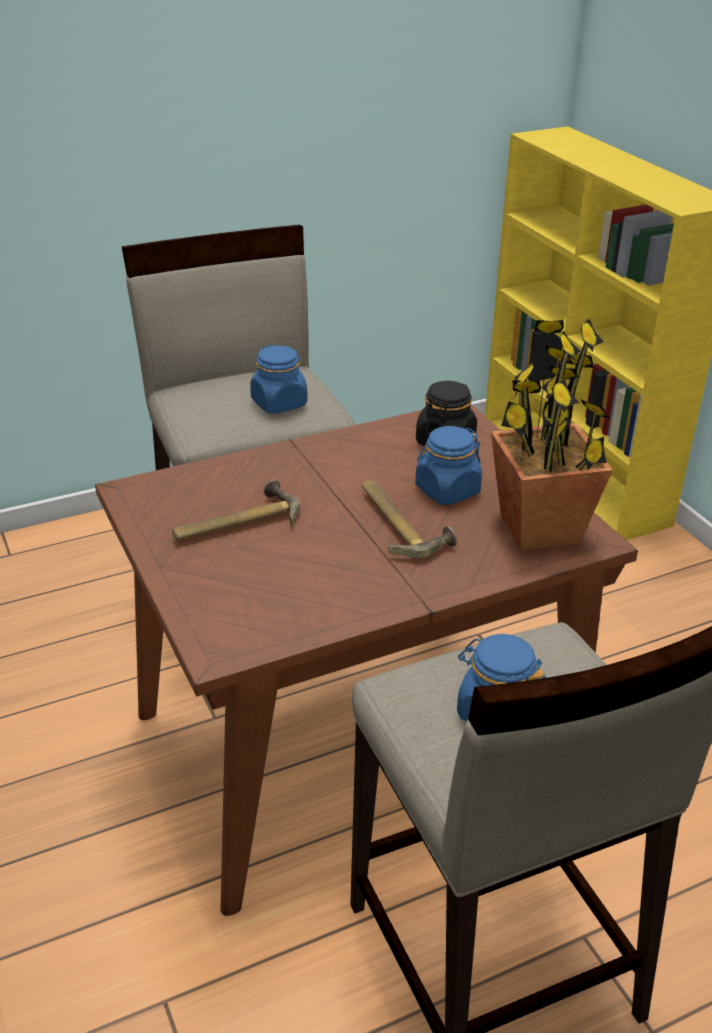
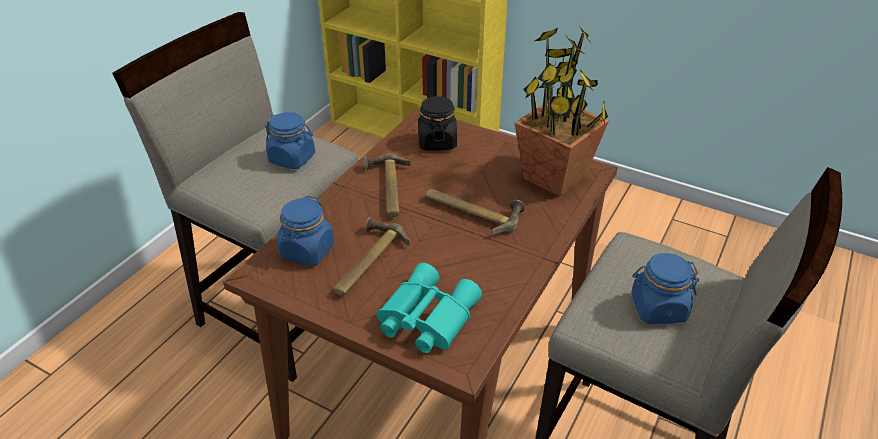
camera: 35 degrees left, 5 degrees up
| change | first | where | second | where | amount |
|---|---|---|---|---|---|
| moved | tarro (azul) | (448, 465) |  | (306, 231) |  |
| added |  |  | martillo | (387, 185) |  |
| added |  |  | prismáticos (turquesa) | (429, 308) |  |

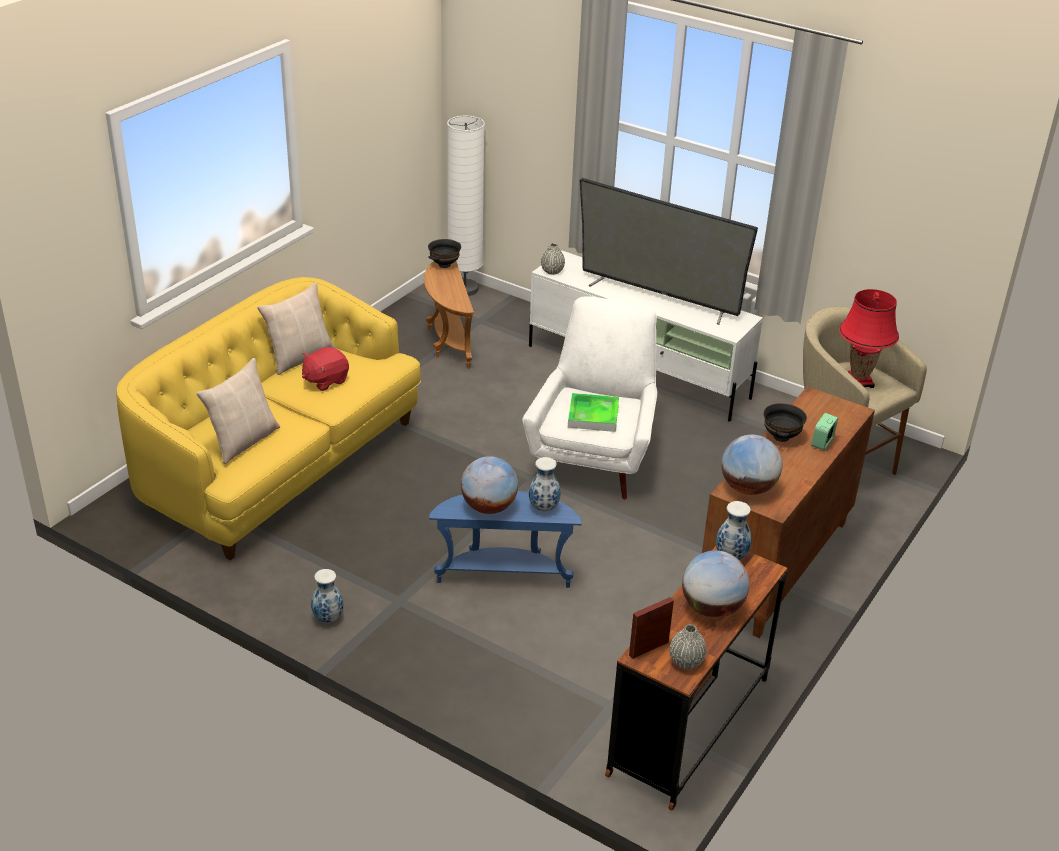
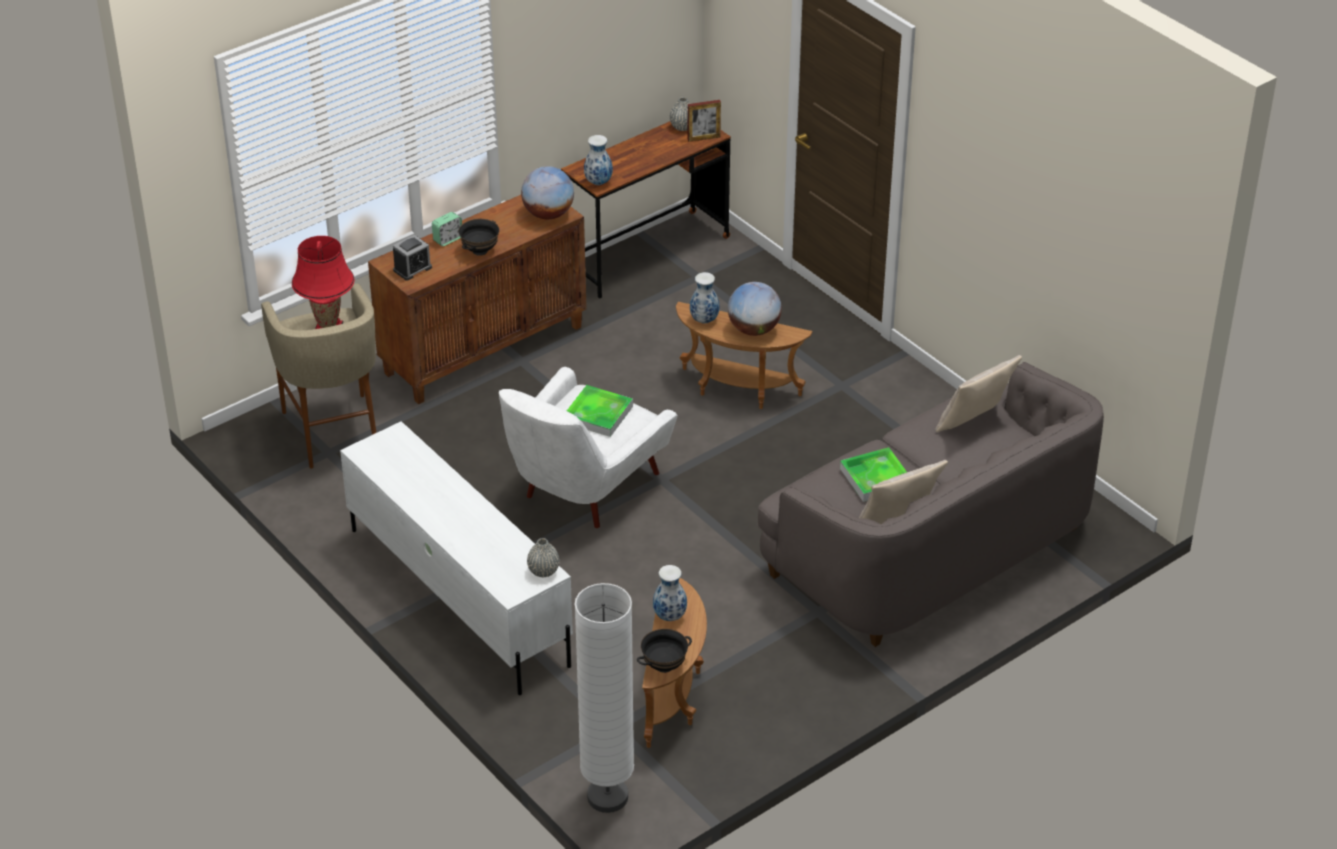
camera: 160 degrees left, 5 degrees up
| change | first | where | second | where | amount |
|---|---|---|---|---|---|
| added |  |  | despertador | (412, 258) |  |
| moved | florero | (327, 595) |  | (670, 593) |  |
| recoloured | mesa auxiliar (azul) | (505, 539) | mesa auxiliar (marrón) | (744, 355) |  |
| recoloured | sofá (amarillo) | (268, 419) | sofá (gris) | (930, 504) |  |
| replaced | peluche (rojo) | (325, 369) | bandeja | (873, 474) |  |
| removed | televisor | (669, 251) |  |  |  |
| removed | globo terráqueo | (715, 584) |  |  |  |

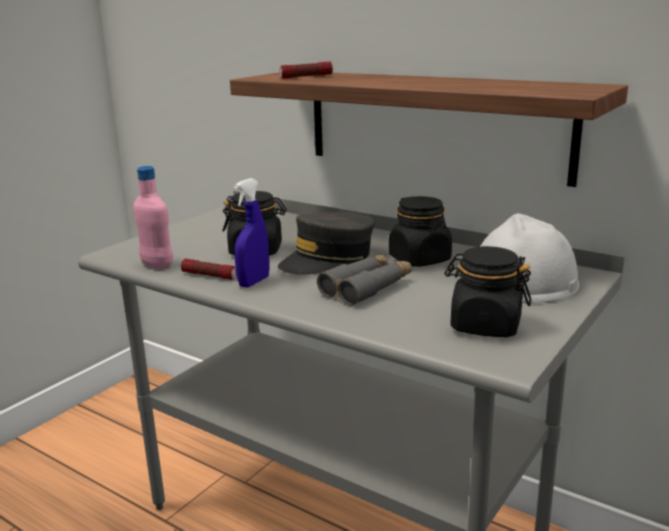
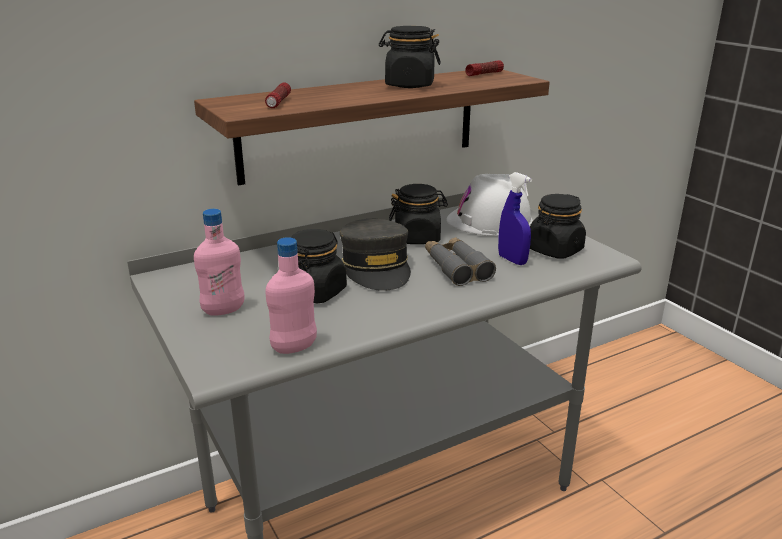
camera: 65 degrees left, 5 degrees up
| change | first | where | second | where | amount |
|---|---|---|---|---|---|
| added |  |  | botella (rosa) | (219, 262) |  |
| added |  |  | tarro (negro) | (410, 57) |  |
| moved | linterna | (208, 269) |  | (484, 68) |  |
| moved | pulverizador (azul) | (252, 232) |  | (515, 218) |  |

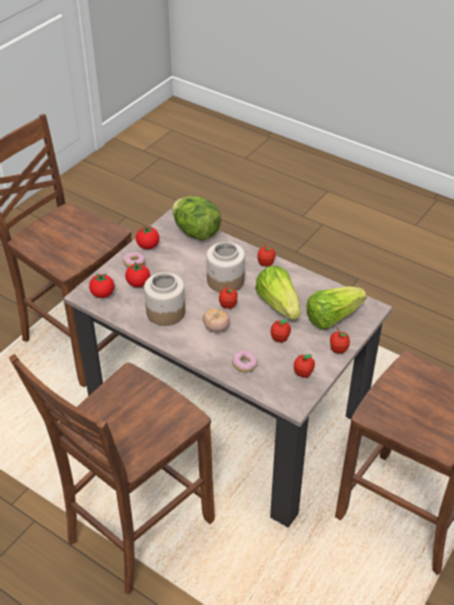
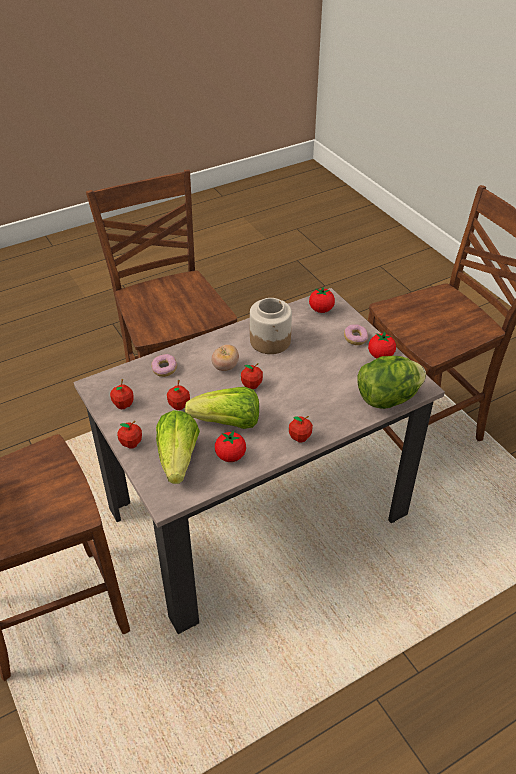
camera: 115 degrees right, 0 degrees up
| change | first | where | second | where | amount |
|---|---|---|---|---|---|
| moved | tomate | (137, 274) |  | (230, 446) |  |
| removed | tarro | (225, 267) |  |  |  |

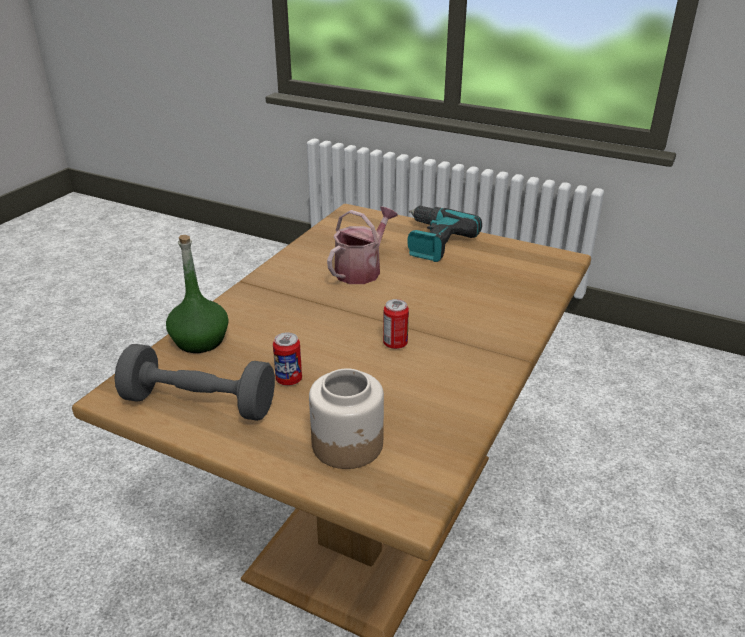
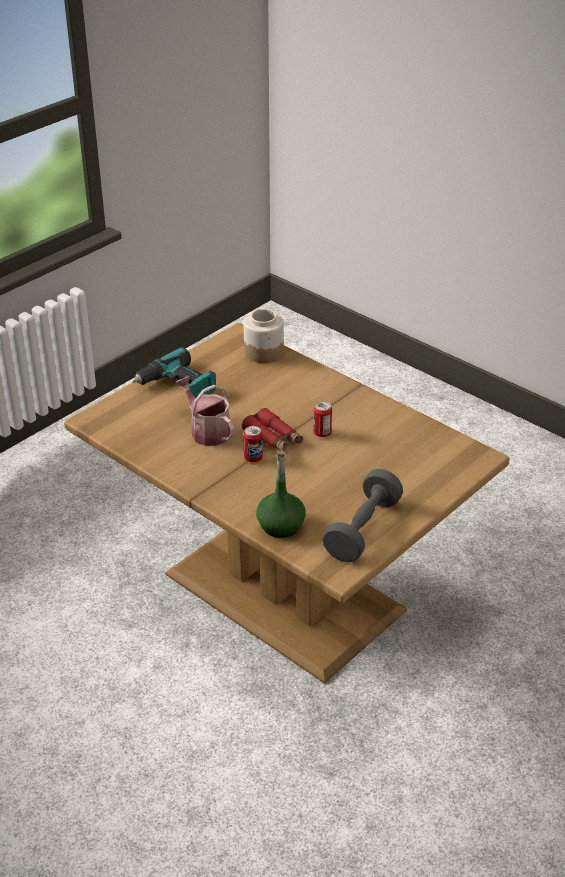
camera: 75 degrees left, 5 degrees up
| change | first | where | second | where | amount |
|---|---|---|---|---|---|
| added |  |  | prismáticos (rojo) | (272, 429) |  |
| moved | lata | (287, 359) |  | (253, 444) |  |
| moved | tarro | (346, 418) |  | (264, 336) |  |

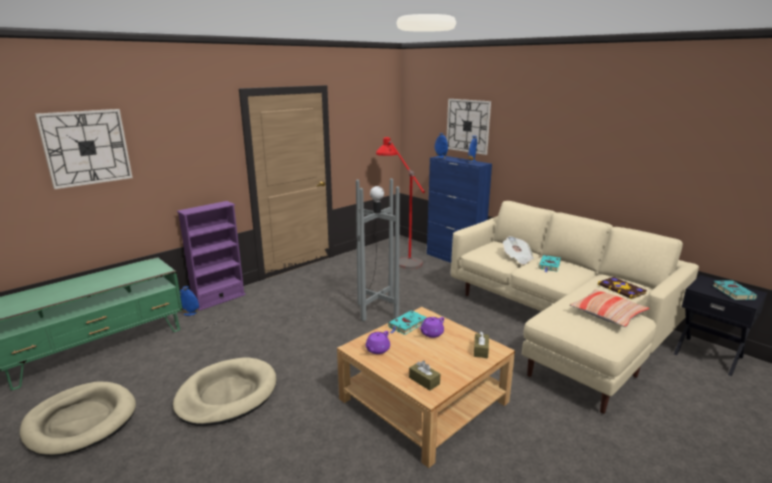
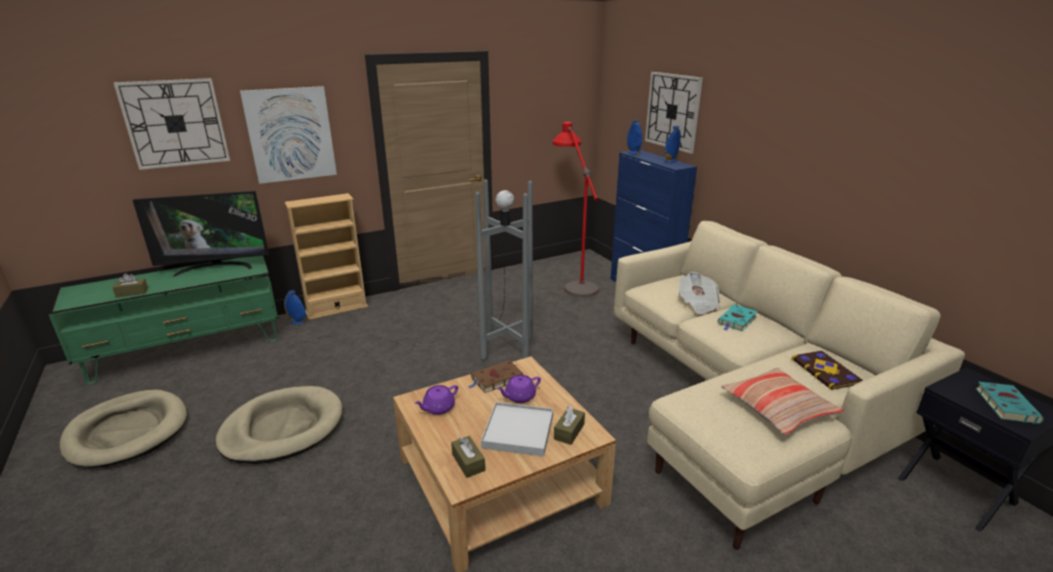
camera: 15 degrees right, 5 degrees up
| change | first | where | second | where | amount |
|---|---|---|---|---|---|
| added |  |  | caja de pañuelos (marrón) | (130, 285) |  |
| added |  |  | televisor | (201, 234) |  |
| added |  |  | cuadro | (288, 135) |  |
| recoloured | estantería (morado) | (211, 256) | estantería (beis) | (326, 256) |  |
| recoloured | libro (turquesa) | (407, 322) | libro (marrón) | (495, 376) |  |
| added |  |  | bandeja (blanco) | (517, 429) |  |

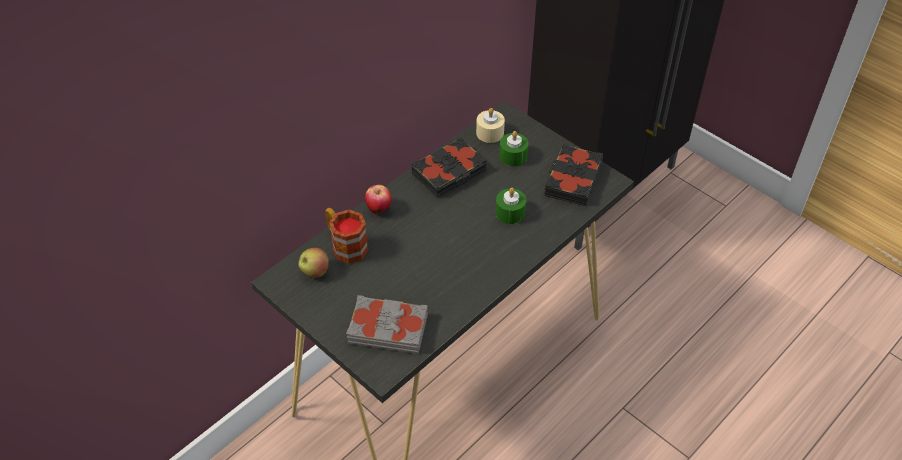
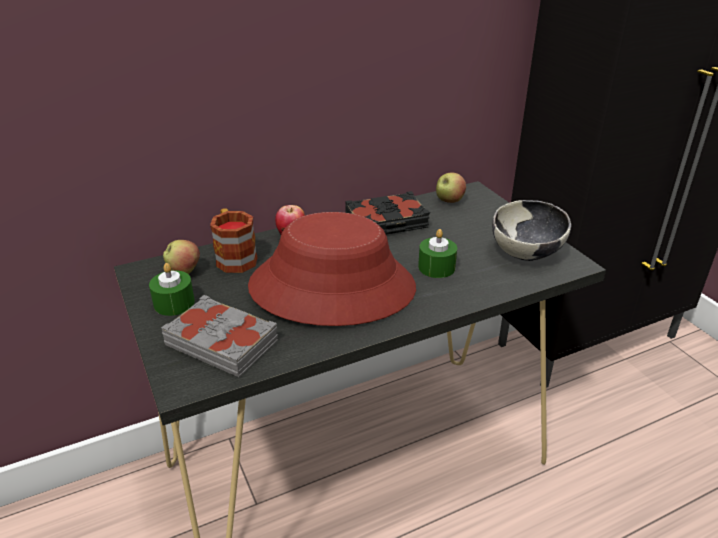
camera: 20 degrees right, 15 degrees down
| change | first | where | second | where | amount |
|---|---|---|---|---|---|
| moved | vela (verde) | (514, 148) |  | (172, 289) |  |
| added |  |  | sombrero (rojo) | (332, 269) |  |
| replaced | vela (beis) | (490, 125) | manzana | (451, 188) |  |
| replaced | libro (negro) | (573, 175) | cuenco | (531, 230) |  |

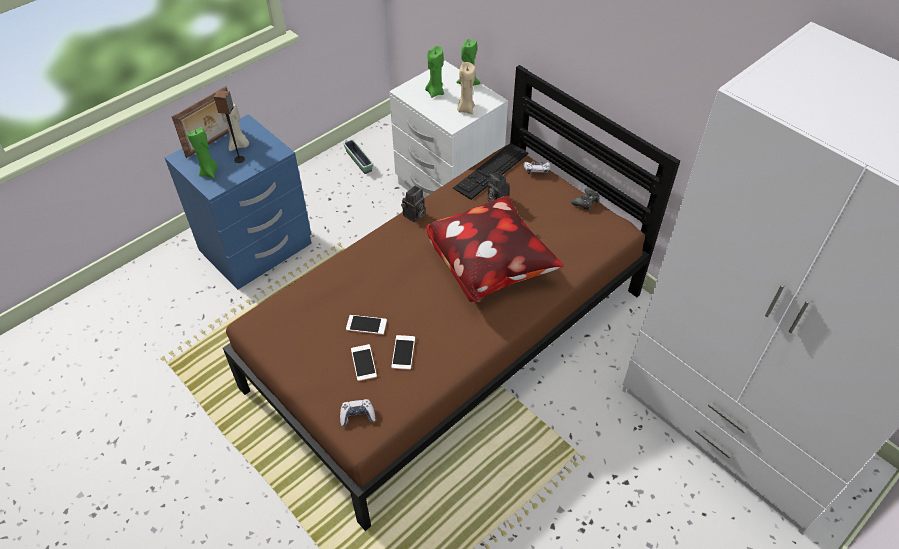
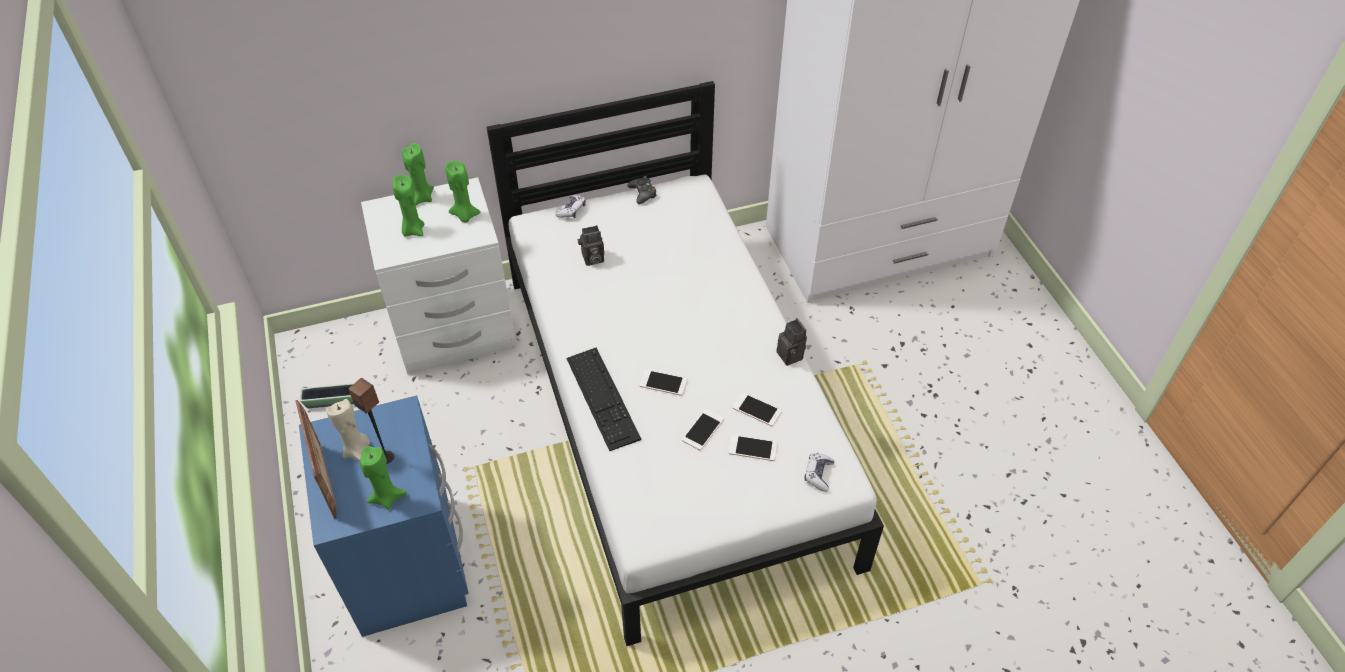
camera: 65 degrees left, 0 degrees up
| change | first | where | second | where | amount |
|---|---|---|---|---|---|
| recoloured | vela (beis) | (466, 88) | vela (verde) | (463, 191) |  |
| recoloured | cama (marrón) | (451, 298) | cama (blanco) | (685, 363) |  |
| moved | teclado | (491, 171) |  | (603, 399) |  |
| added |  |  | móvil | (663, 382) |  |
| moved | cámara | (413, 204) |  | (792, 342) |  |
| removed | cojín | (495, 249) |  |  |  |

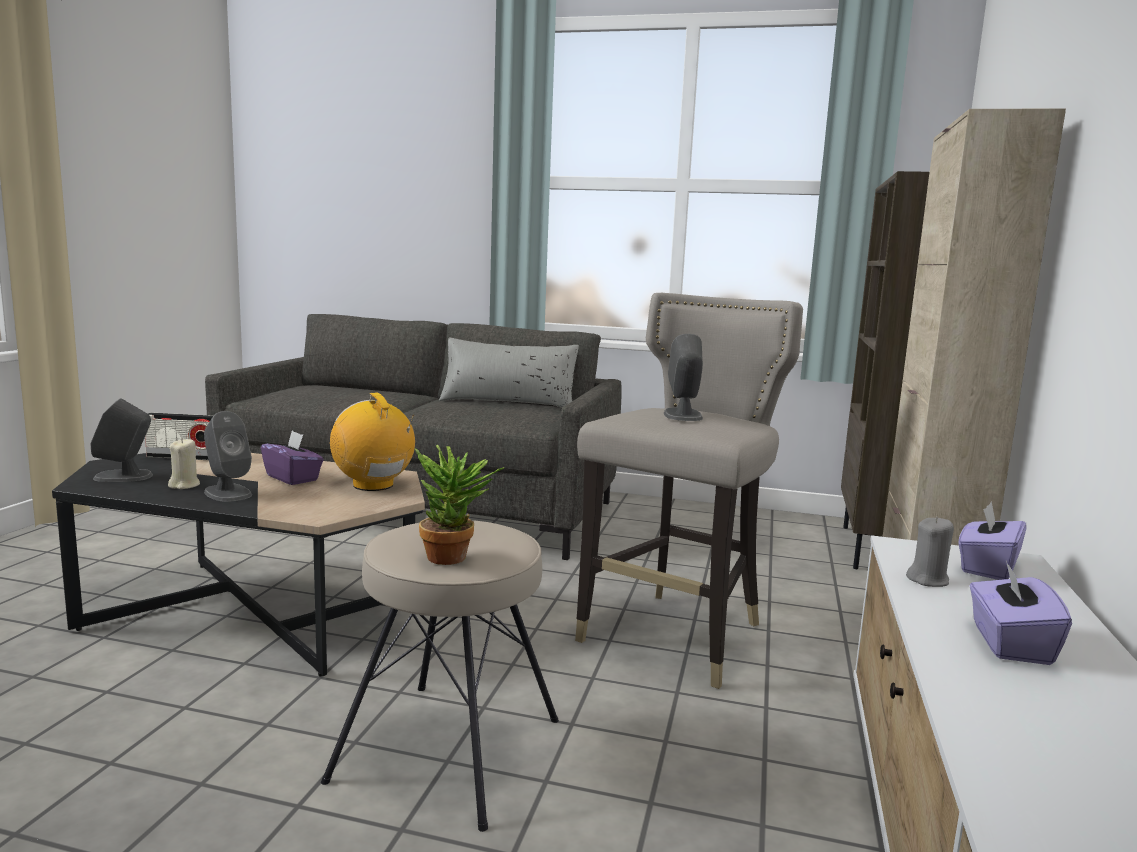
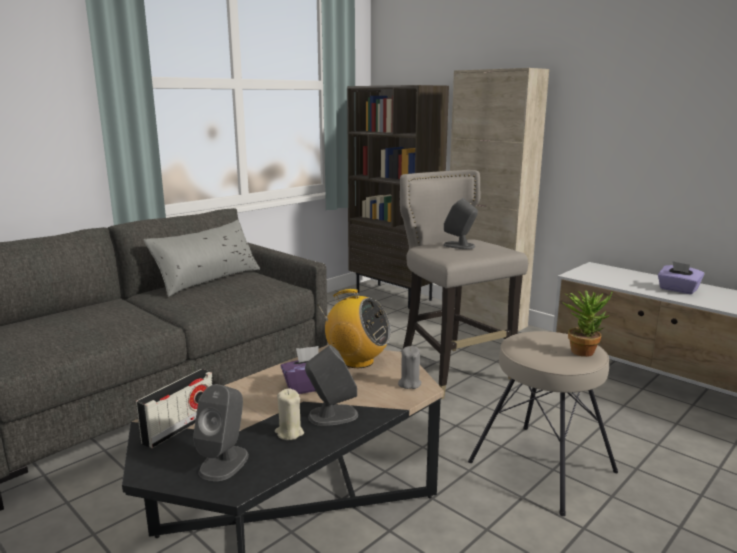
camera: 60 degrees left, 5 degrees up
| change | first | where | second | where | amount |
|---|---|---|---|---|---|
| turned | radio | (372, 442) |  | (354, 328) | 150 degrees counterclockwise |
| moved | vela (gris) | (930, 551) |  | (409, 367) |  |
| removed | caja de pañuelos (morado) | (992, 540) |  |  |  |

